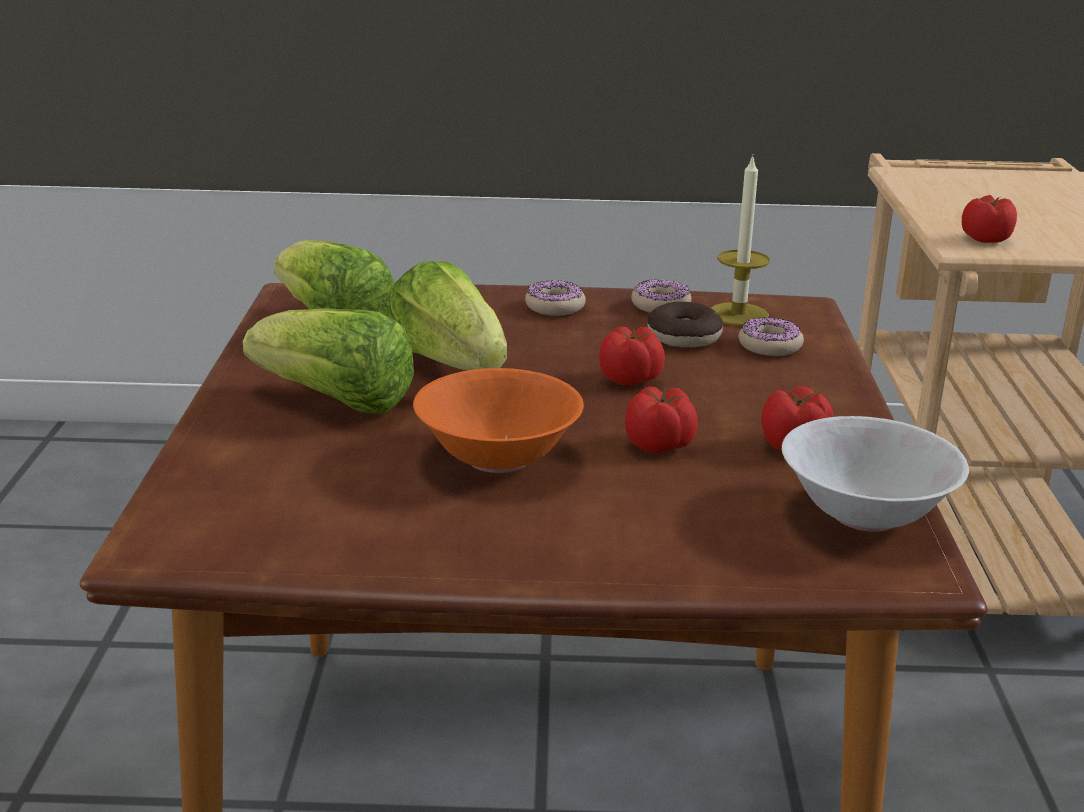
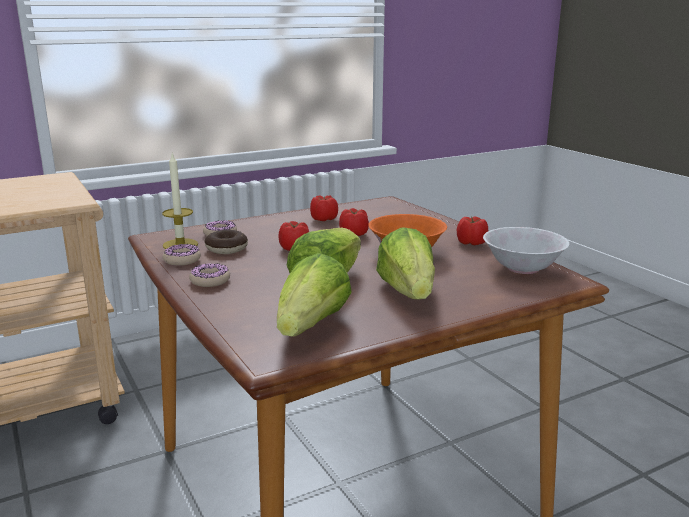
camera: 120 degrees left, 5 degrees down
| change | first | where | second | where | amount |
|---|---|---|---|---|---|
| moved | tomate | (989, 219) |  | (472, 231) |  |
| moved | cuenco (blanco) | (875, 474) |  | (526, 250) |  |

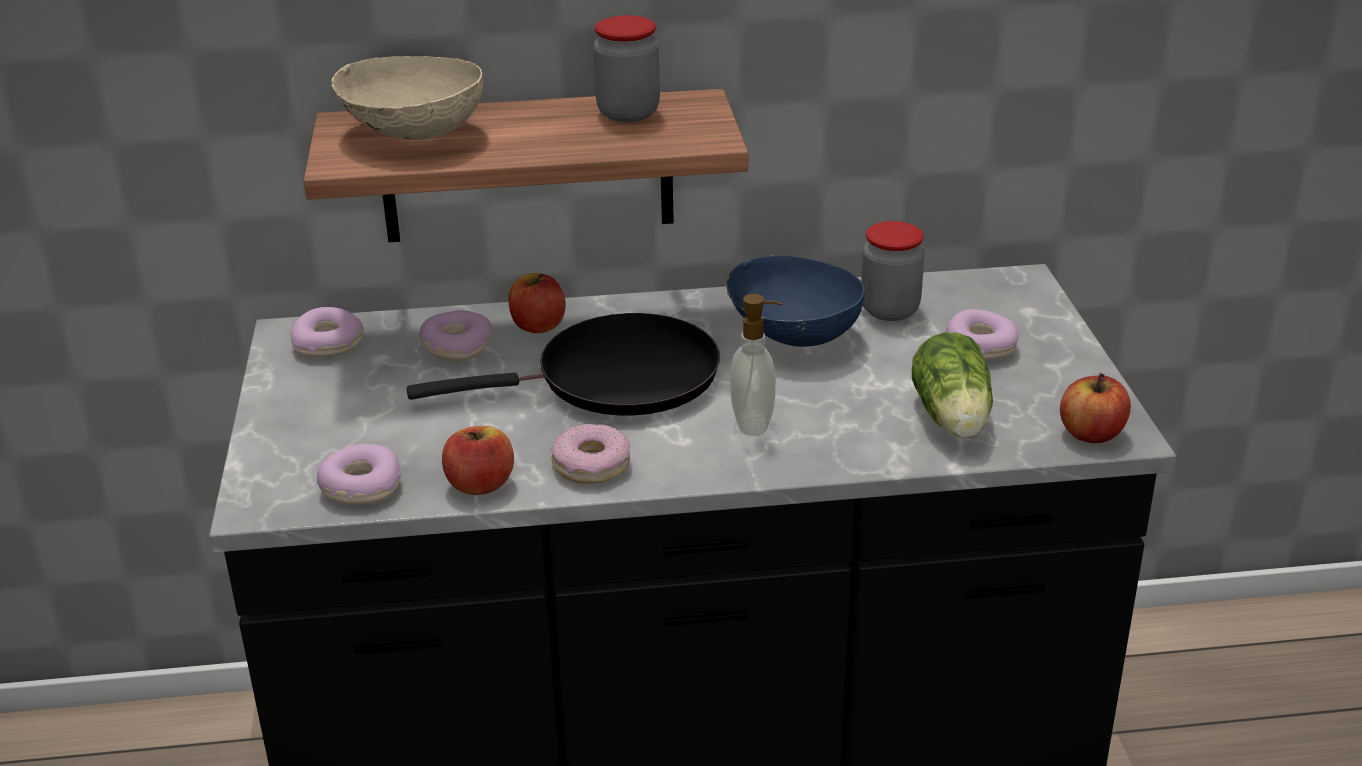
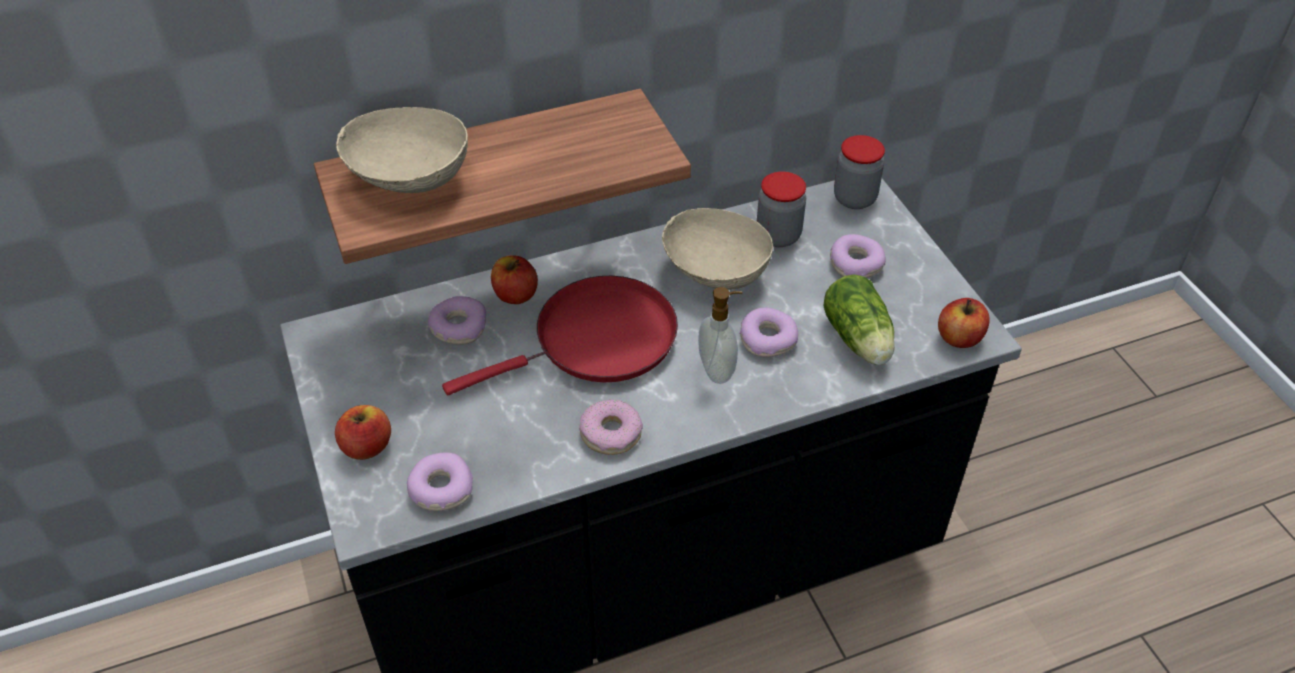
camera: 15 degrees left, 15 degrees up
| change | first | where | second | where | amount |
|---|---|---|---|---|---|
| moved | manzana | (478, 460) |  | (363, 432) |  |
| recoloured | sartén (negro) | (563, 364) | sartén (rojo) | (560, 335) |  |
| recoloured | cuenco (azul) | (795, 301) | cuenco (beis) | (717, 249) |  |
| moved | rosquilla | (327, 332) |  | (768, 332) |  |
| moved | tarro | (626, 68) |  | (859, 172) |  |

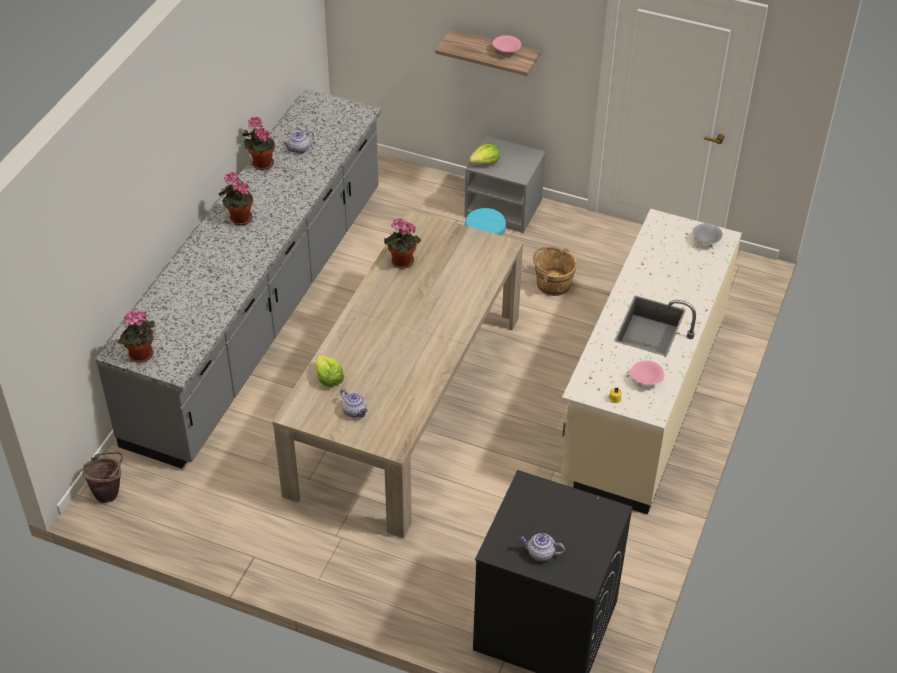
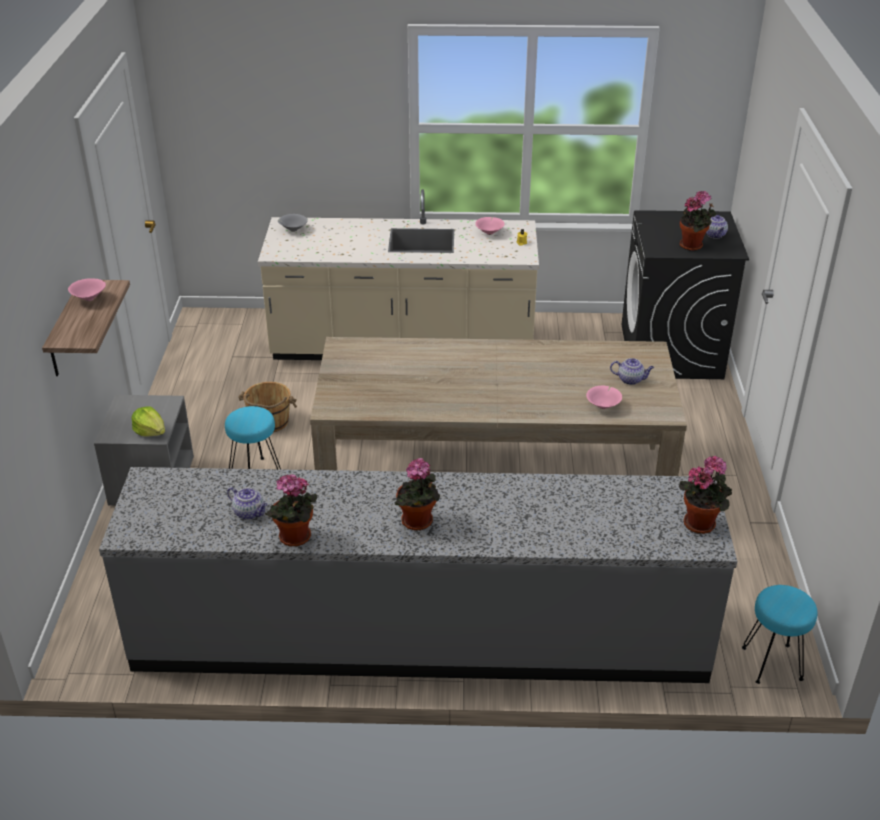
camera: 110 degrees left, 10 degrees down
| change | first | where | second | where | amount |
|---|---|---|---|---|---|
| replaced | lechuga | (329, 371) | cuenco (rosa) | (604, 397) |  |
| turned | tetera | (354, 403) |  | (632, 371) | 75 degrees clockwise |
| moved | planta en maceta | (402, 243) |  | (698, 221) |  |
| replaced | cubo (marrón) | (103, 477) | taburete (turquesa) | (780, 634) |  |

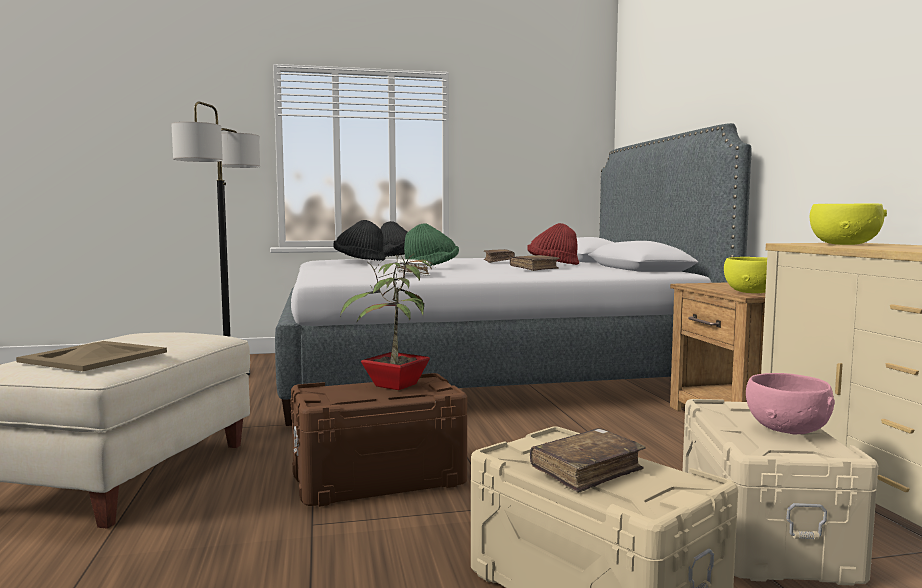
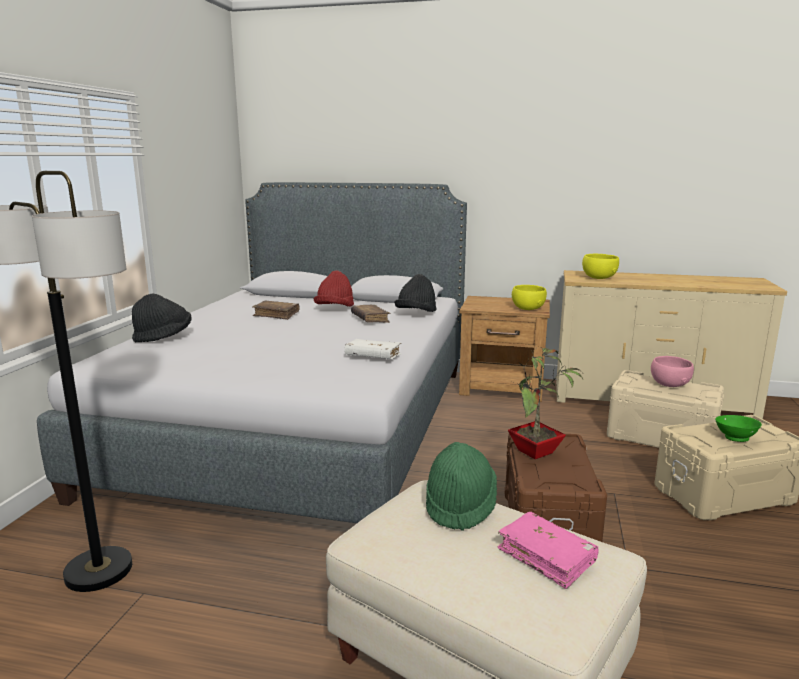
camera: 65 degrees left, 10 degrees up
| change | first | where | second | where | amount |
|---|---|---|---|---|---|
| moved | sombrero (negro) | (359, 240) |  | (415, 293) |  |
| moved | sombrero (verde) | (431, 244) |  | (461, 486) |  |
| replaced | bandeja (beis) | (91, 356) | libro (rosa) | (548, 550) |  |
| replaced | libro (marrón) | (588, 460) | cuenco (verde) | (738, 428) |  |

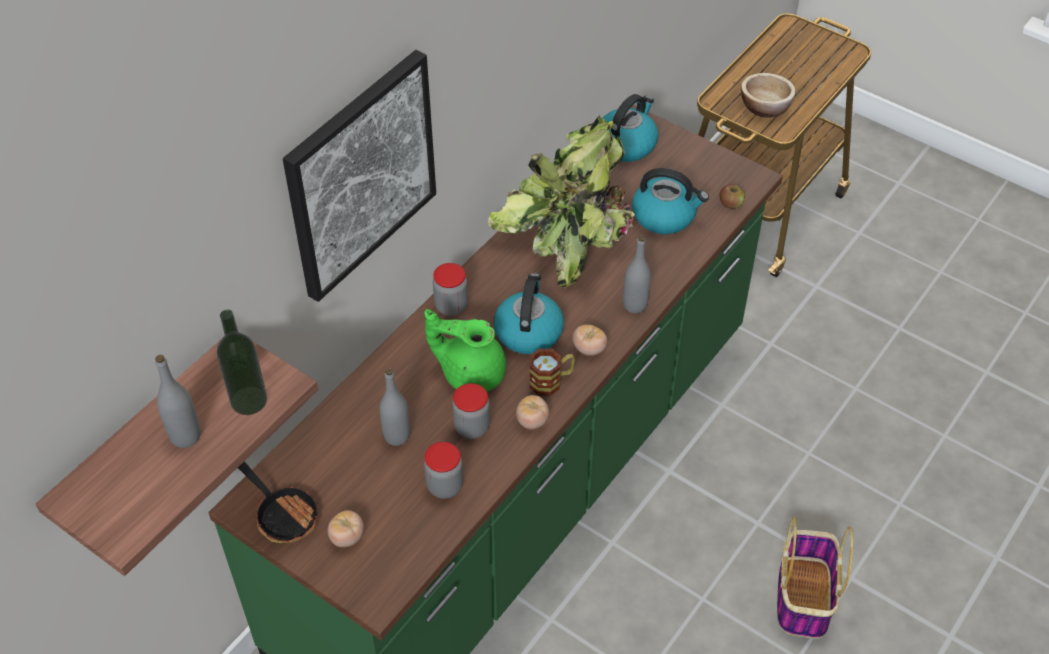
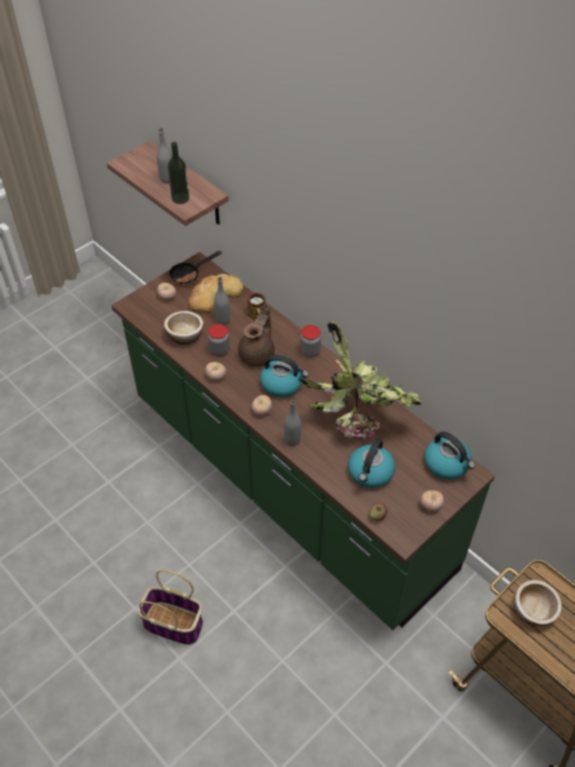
camera: 100 degrees right, 0 degrees up
| change | first | where | second | where | amount |
|---|---|---|---|---|---|
| replaced | tarro | (443, 470) | cuenco | (183, 328) |  |
| added |  |  | pan | (216, 293) |  |
| recoloured | tetera (verde) | (465, 350) | tetera (marrón) | (256, 335) |  |
| moved | taza grande | (552, 372) |  | (256, 306) |  |
| added |  |  | tomate | (432, 500) |  |
| removed | cuadro | (359, 176) |  |  |  |

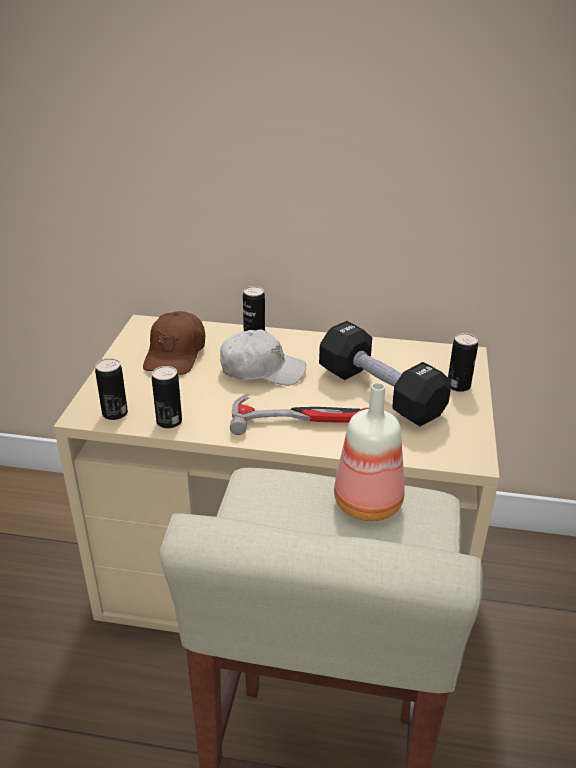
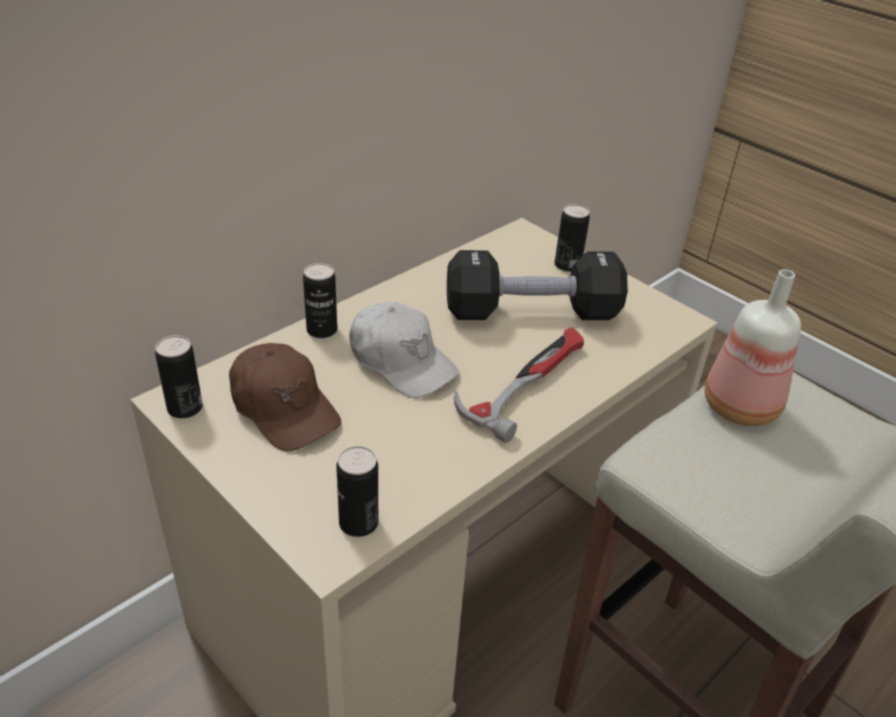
camera: 55 degrees left, 5 degrees up
| change | first | where | second | where | amount |
|---|---|---|---|---|---|
| moved | lata | (167, 397) |  | (179, 376) |  |
| turned | gorra (blanco) | (263, 357) |  | (404, 350) | 90 degrees clockwise |

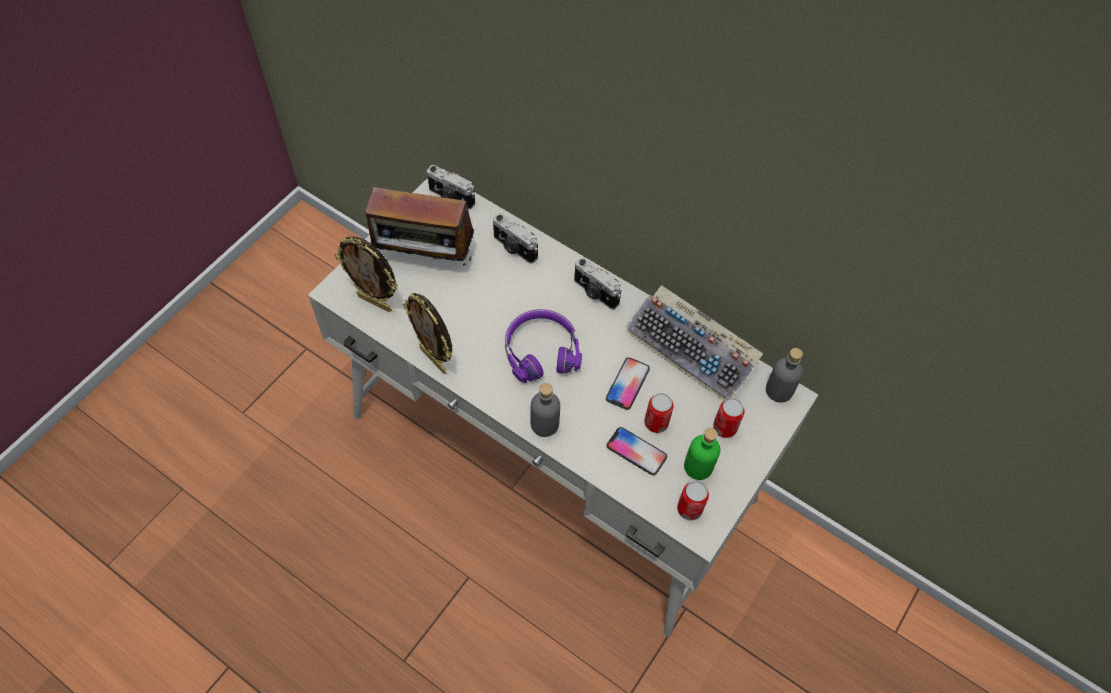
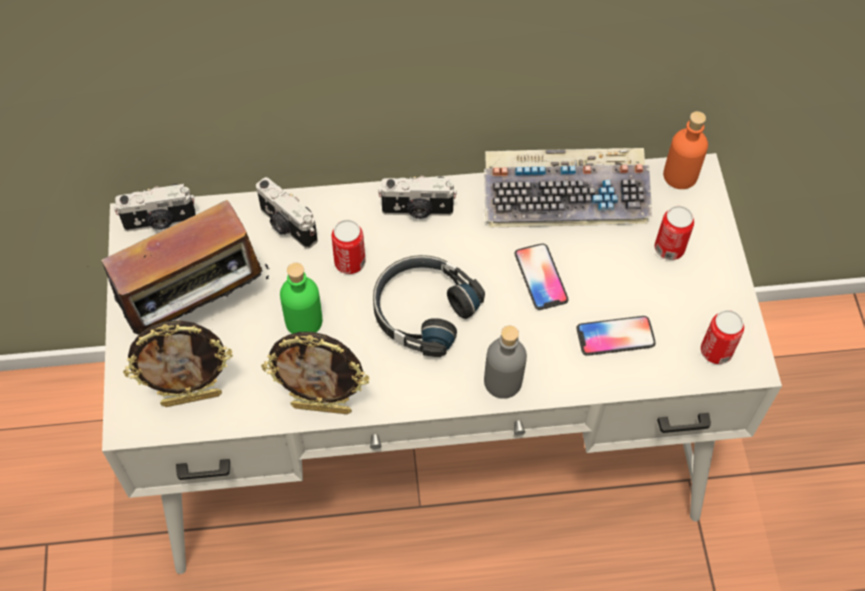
camera: 40 degrees left, 0 degrees up
| change | first | where | second | where | amount |
|---|---|---|---|---|---|
| turned | cámara | (515, 238) |  | (287, 213) | 45 degrees clockwise |
| moved | botella (verde) | (702, 454) |  | (301, 298) |  |
| moved | lata | (658, 413) |  | (348, 247) |  |
| recoloured | auriculares (morado) | (543, 346) | auriculares (negro) | (429, 306) |  |
| recoloured | botella (gris) | (784, 375) | botella (naranja) | (685, 150) |  |

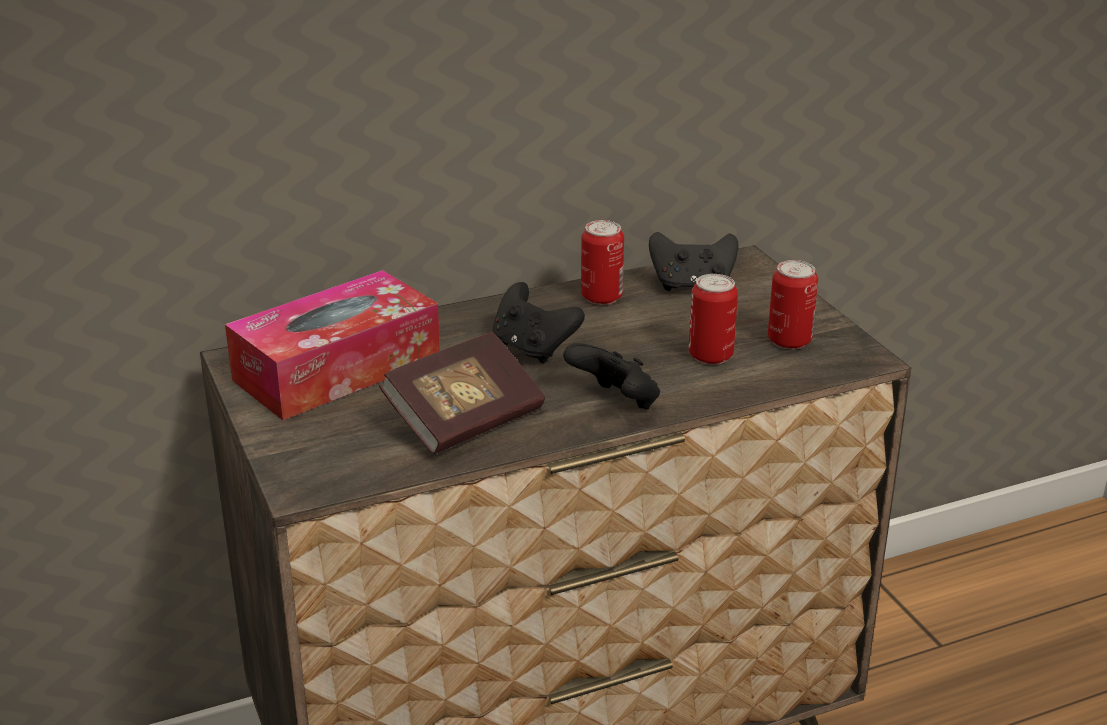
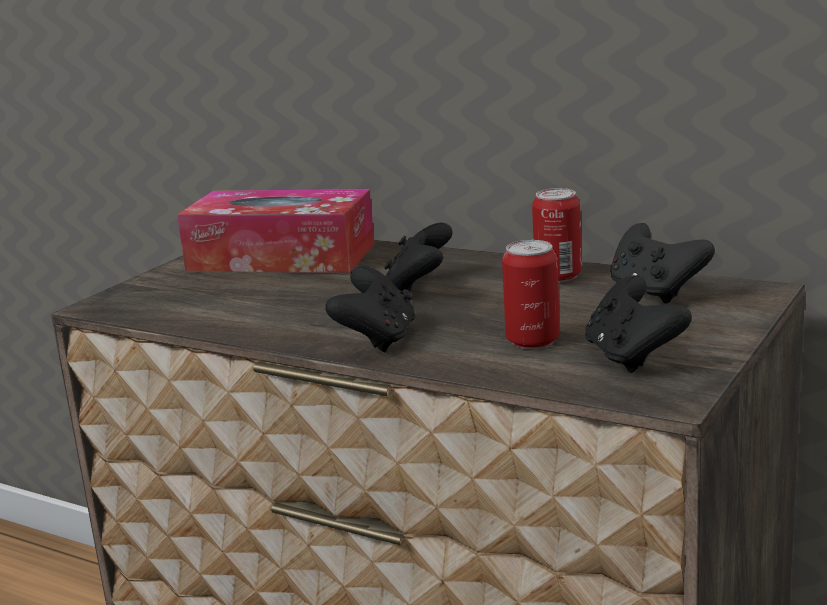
camera: 55 degrees right, 10 degrees down
| change | first | where | second | where | amount |
|---|---|---|---|---|---|
| replaced | lata | (793, 305) | mando de consola (negro) | (638, 324) |  |
| removed | libro | (462, 393) |  |  |  |

